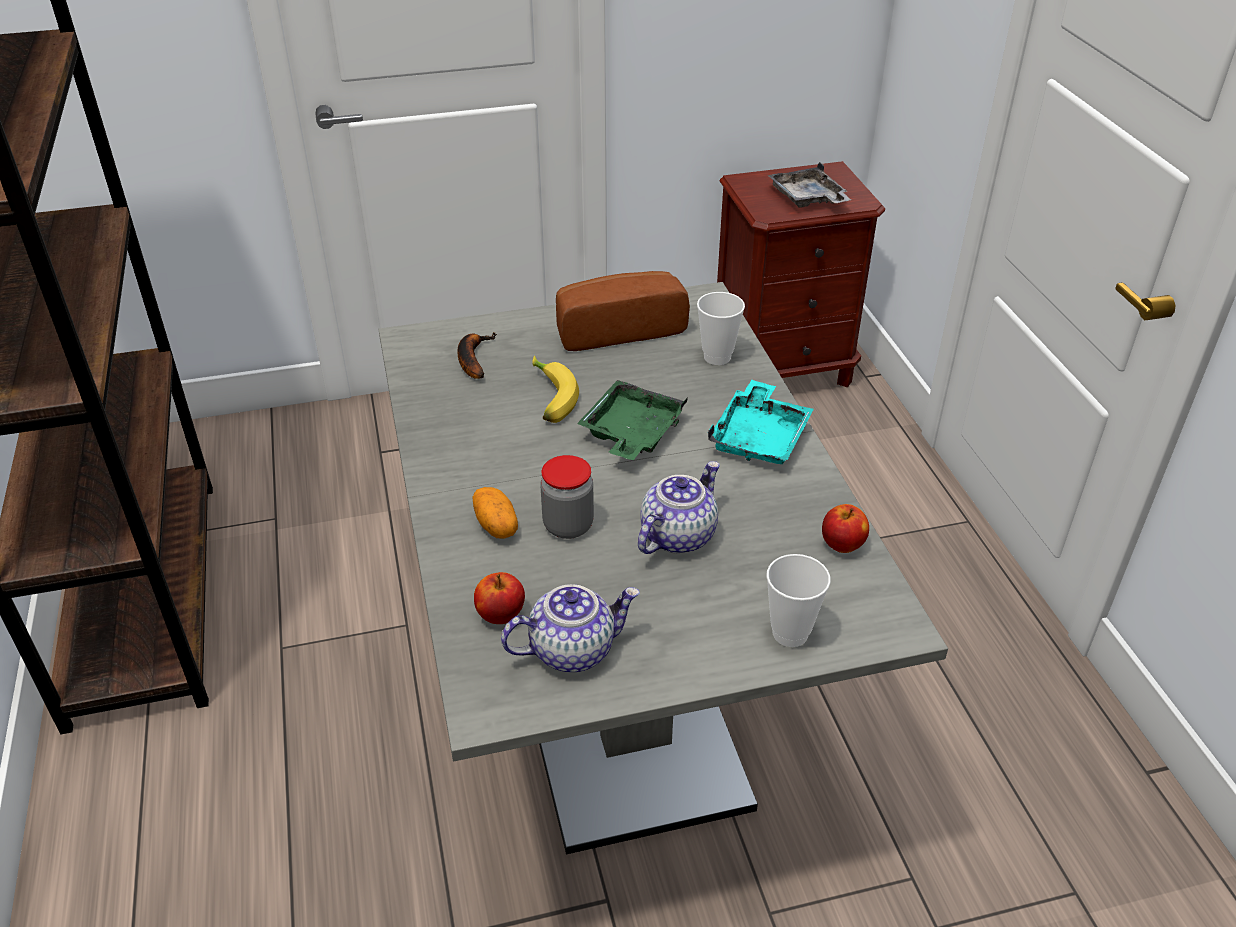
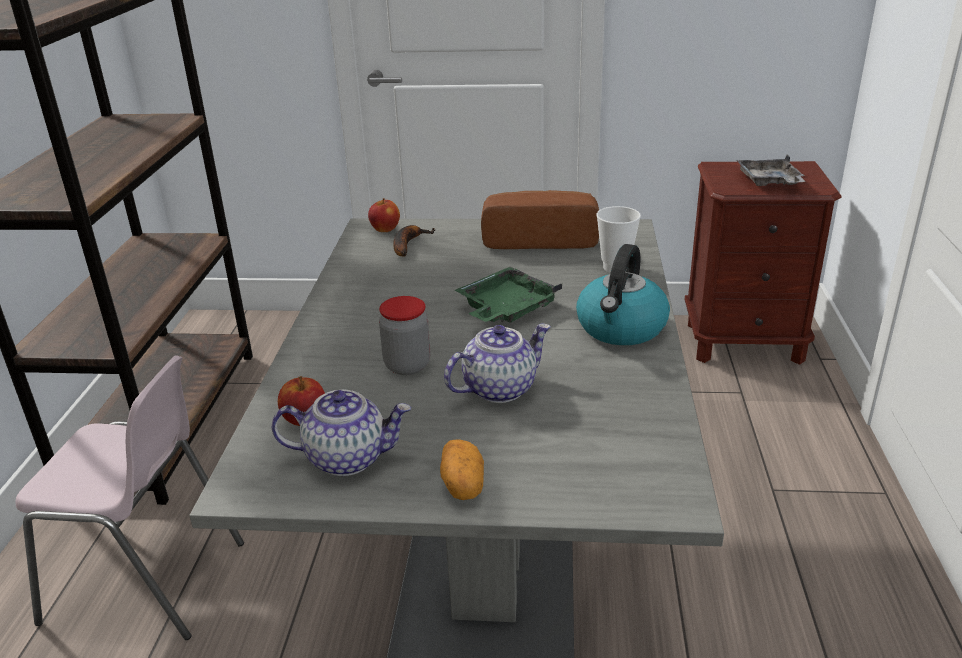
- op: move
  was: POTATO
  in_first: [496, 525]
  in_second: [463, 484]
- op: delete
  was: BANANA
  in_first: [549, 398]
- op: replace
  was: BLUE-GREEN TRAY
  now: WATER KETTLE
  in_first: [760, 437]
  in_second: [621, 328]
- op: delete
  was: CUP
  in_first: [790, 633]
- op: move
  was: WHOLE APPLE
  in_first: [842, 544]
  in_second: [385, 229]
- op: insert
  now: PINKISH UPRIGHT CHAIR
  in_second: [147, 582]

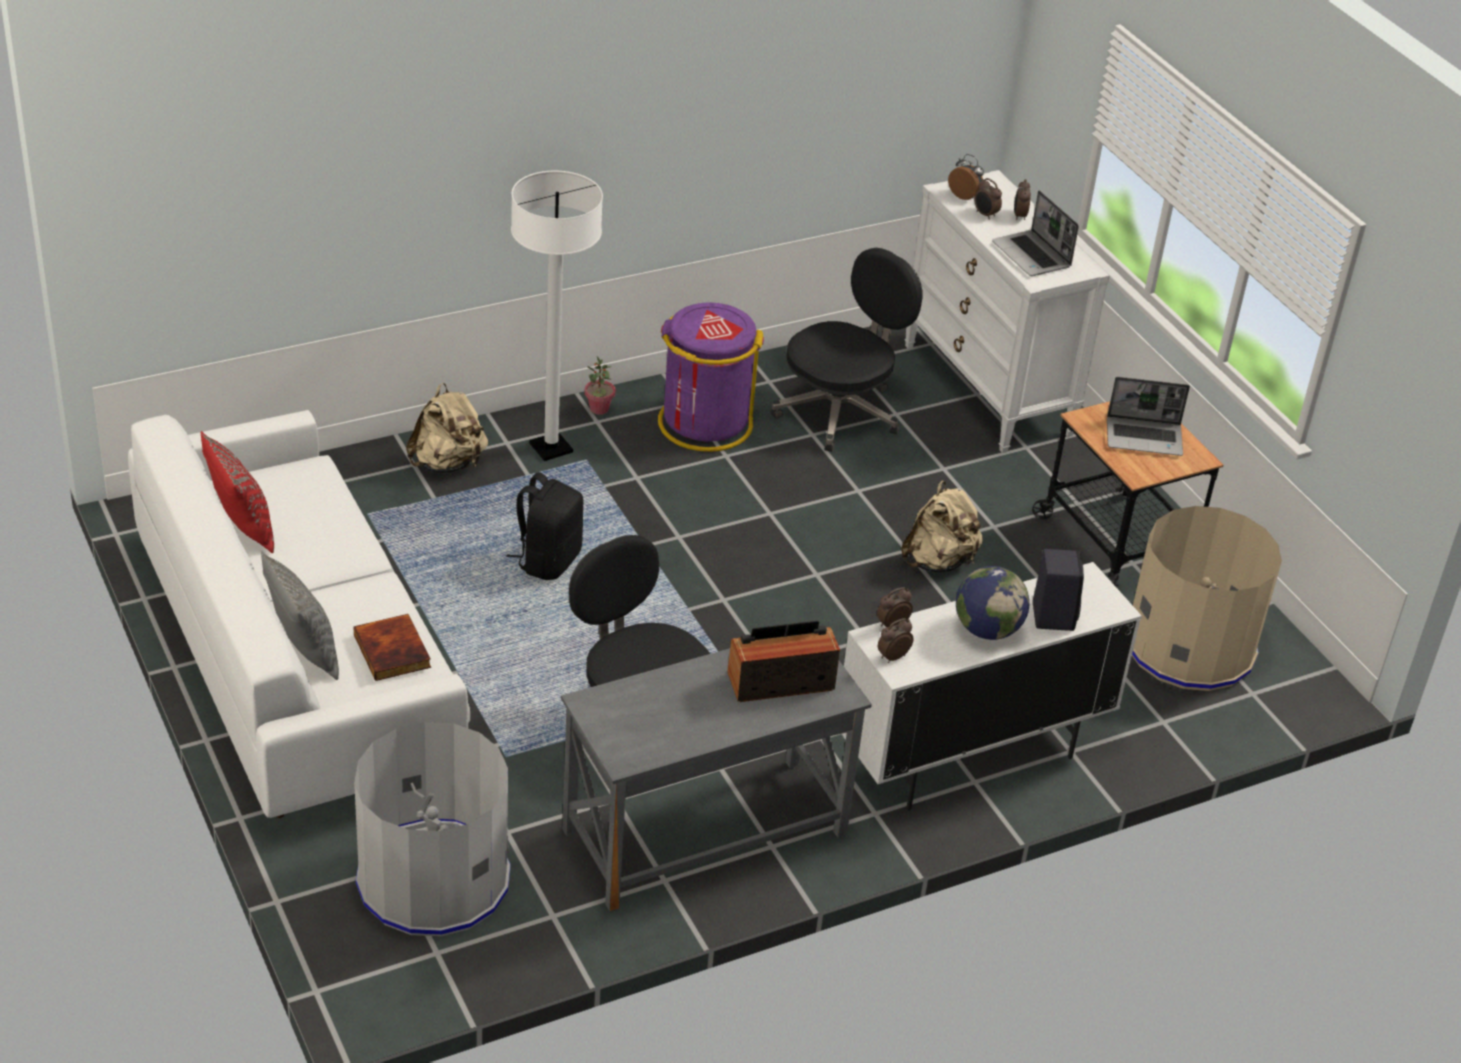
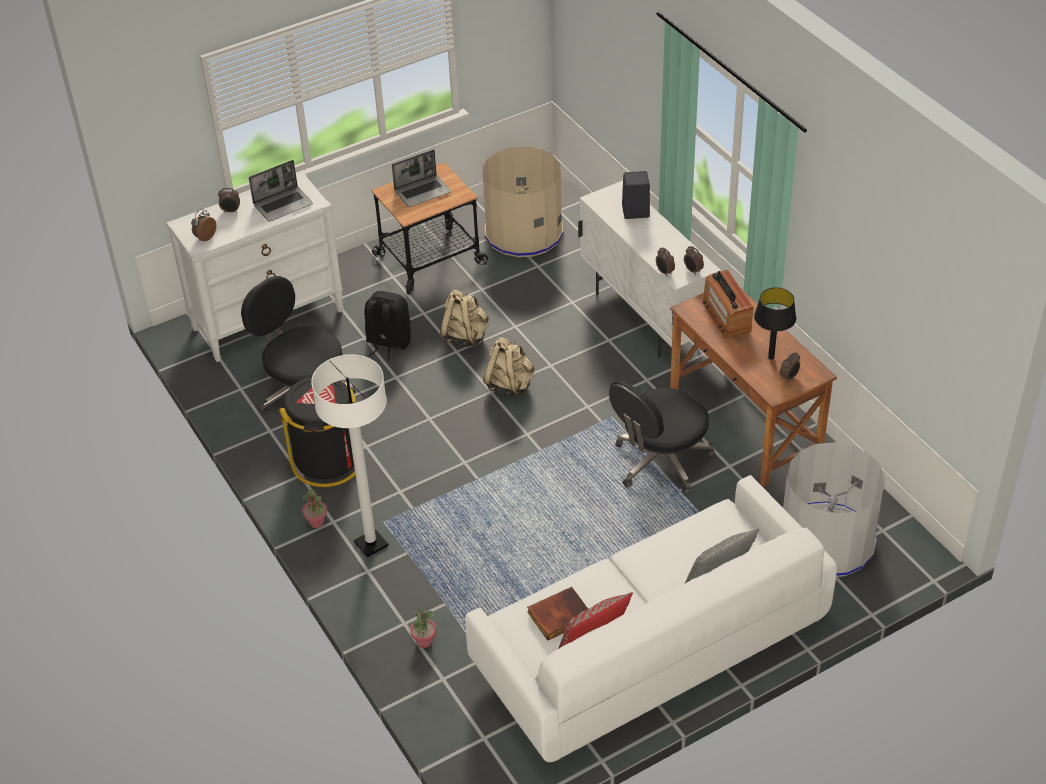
- op: move
  was: BOUND BOOK
  in_first: [394, 651]
  in_second: [559, 615]
- op: move
  was: SAND-COLOURED BACKPACK
  in_first: [448, 463]
  in_second: [510, 385]
- op: move
  was: BLACK-COLOURED BACKPACK
  in_first: [548, 560]
  in_second: [388, 343]
- op: recolor
  was: GRAY DESK UNIT
  now: BROWN-COLOURED DESK UNIT
  in_first: [705, 833]
  in_second: [745, 423]
- op: recolor
  was: PURPLE-COLOURED RUBBISH BIN
  now: BLACK-COLOURED RUBBISH BIN
  in_first: [704, 424]
  in_second: [328, 461]
- op: delete
  was: WORLD GLOBE
  in_first: [987, 630]
- op: move
  was: BEDSIDE CLOCK
  in_first: [985, 215]
  in_second: [789, 377]
- op: rotate
  was: LAPTOP
  in_first: [1145, 437]
  in_second: [423, 191]
  clockwise: 60
- op: insert
  now: PLANT IN A POT
  in_second: [424, 641]
- op: insert
  now: BLACK-COLOURED TABLE LAMP
  in_second: [771, 357]

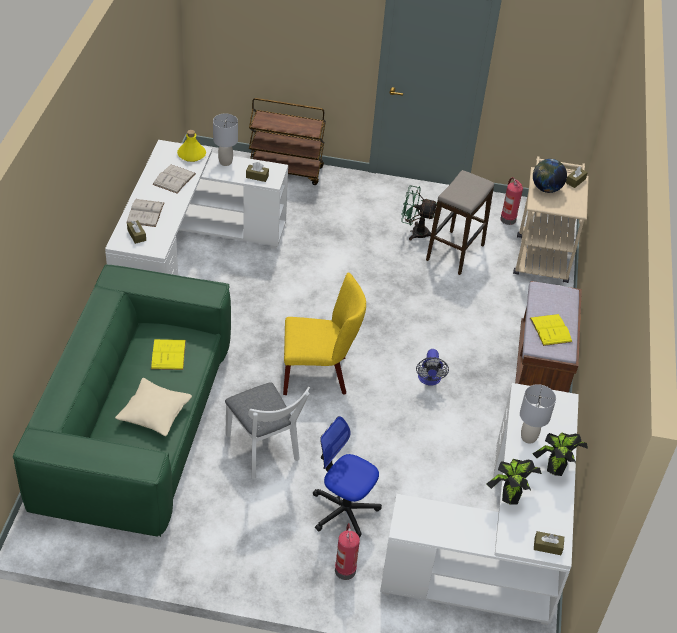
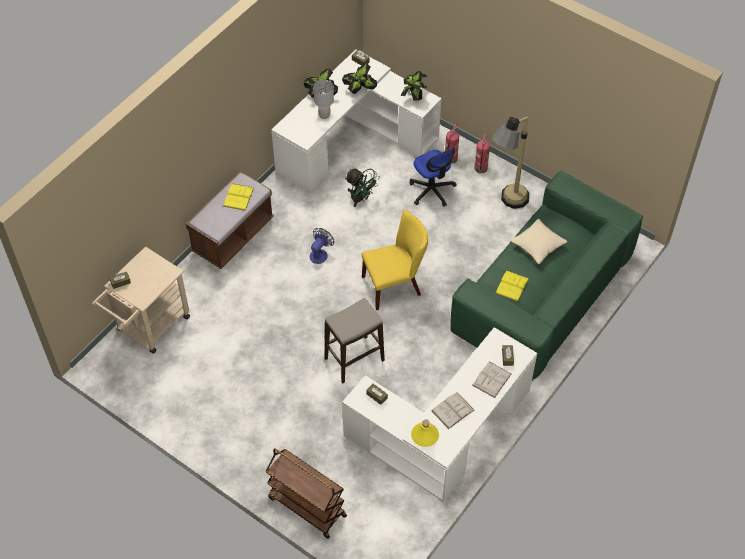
- op: delete
  was: GRAY TABLE LAMP
  in_first: [225, 162]
- op: delete
  was: WHITE UPRIGHT CHAIR
  in_first: [264, 451]
- op: rotate
  was: YELLOW UPRIGHT CHAIR
  in_first: [319, 374]
  in_second: [395, 285]
  clockwise: 135
- op: move
  was: GREEN-COLOURED FAN
  in_first: [415, 232]
  in_second: [360, 199]
- op: move
  was: STOOL
  in_first: [455, 253]
  in_second: [354, 359]
- op: move
  was: FIRE-FIGHTING CYLINDER
  in_first: [507, 219]
  in_second: [481, 168]
- op: delete
  was: WORLD GLOBE
  in_first: [546, 189]
- op: insert
  now: PLANT IN A POT
  in_second: [413, 96]
- op: insert
  now: STANDARD LAMP
  in_second: [506, 205]

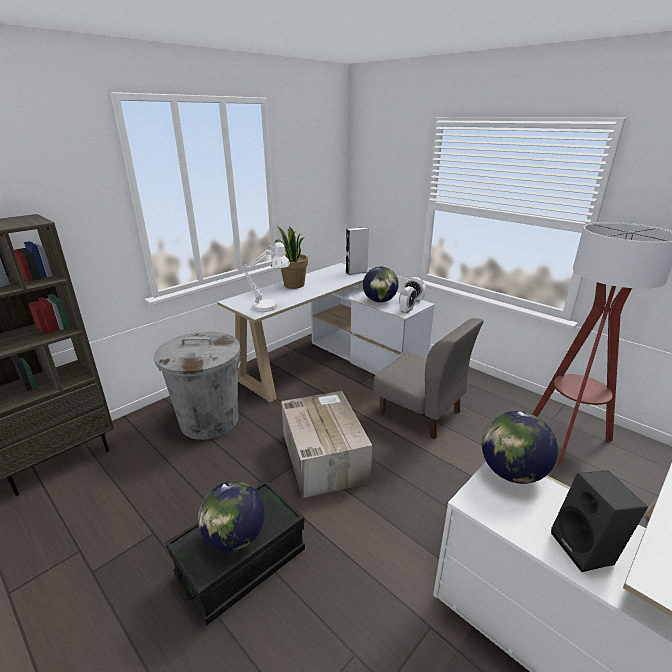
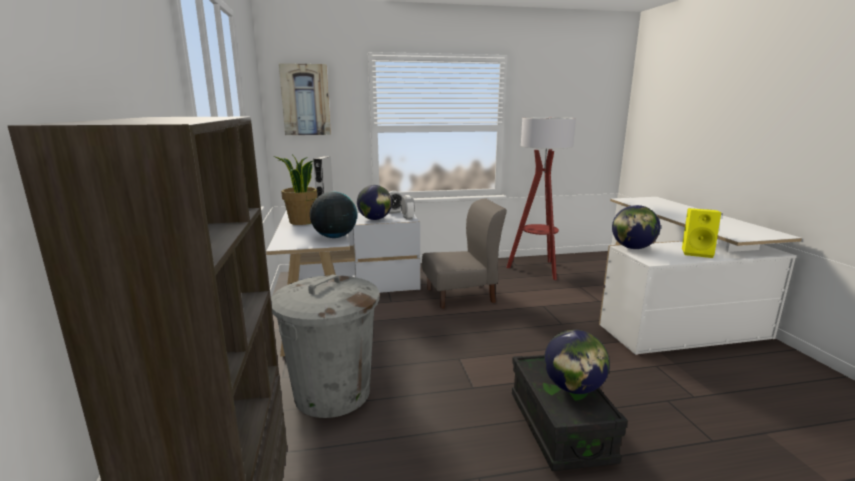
- op: replace
  was: WHITE TABLE LAMP
  now: WORLD GLOBE
  in_first: [270, 307]
  in_second: [334, 237]
- op: delete
  was: CARTON
  in_first: [323, 456]
- op: recolor
  was: BLACK-COLOURED AUDIO SPEAKER
  now: YELLOW AUDIO SPEAKER
  in_first: [587, 549]
  in_second: [697, 253]
- op: insert
  now: WALL PICTURE
  in_second: [305, 100]

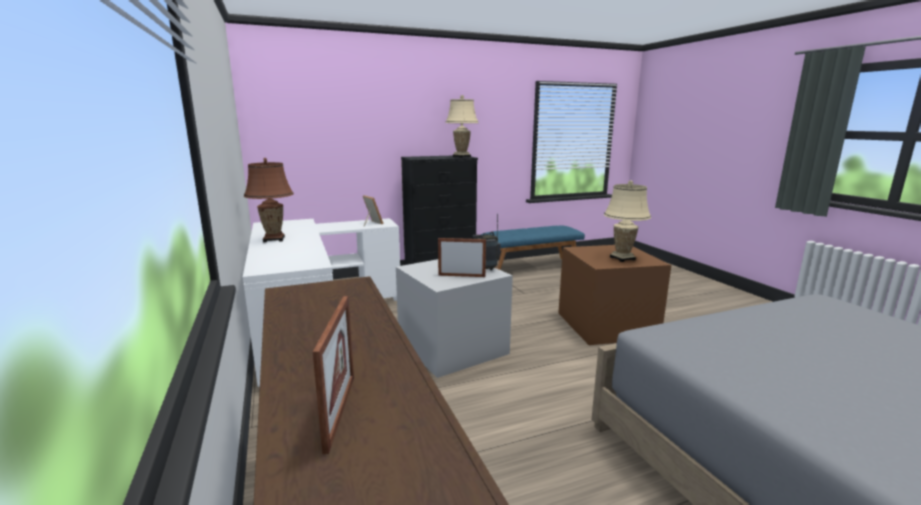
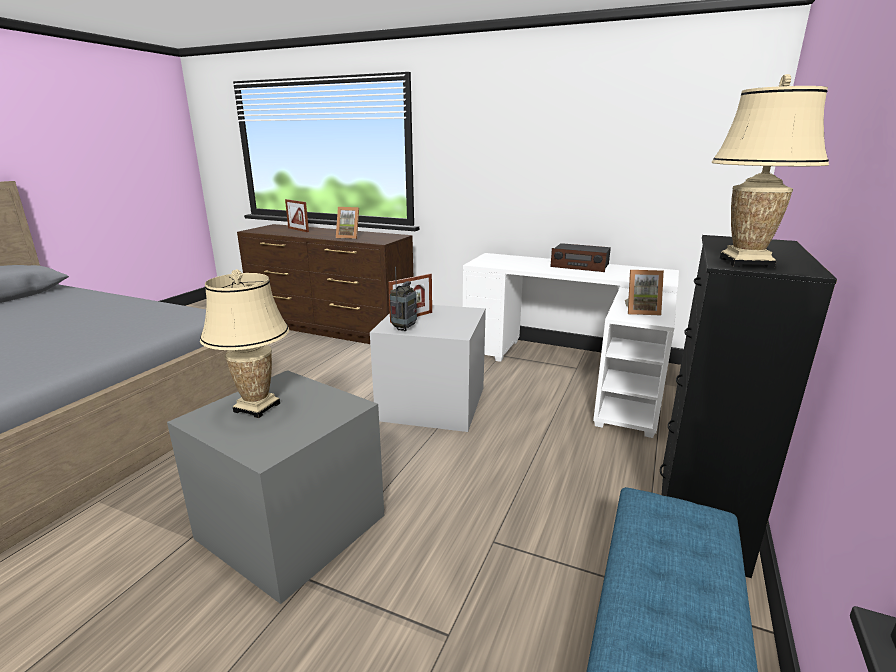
- op: replace
  was: BROWN-COLOURED TABLE LAMP
  now: RADIO SET
  in_first: [274, 239]
  in_second: [580, 266]
- op: recolor
  was: BROWN-COLOURED STORAGE CONTAINER
  now: GRAY STORAGE CONTAINER
  in_first: [607, 324]
  in_second: [291, 529]
- op: insert
  now: PICTURE FRAME
  in_second: [349, 237]

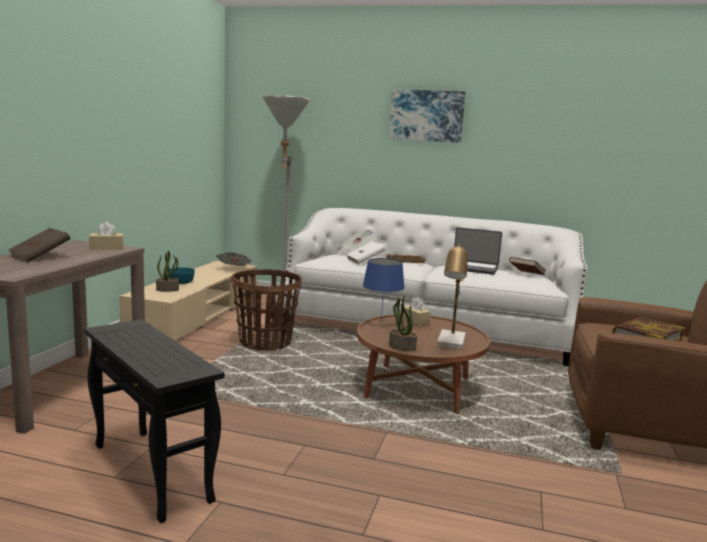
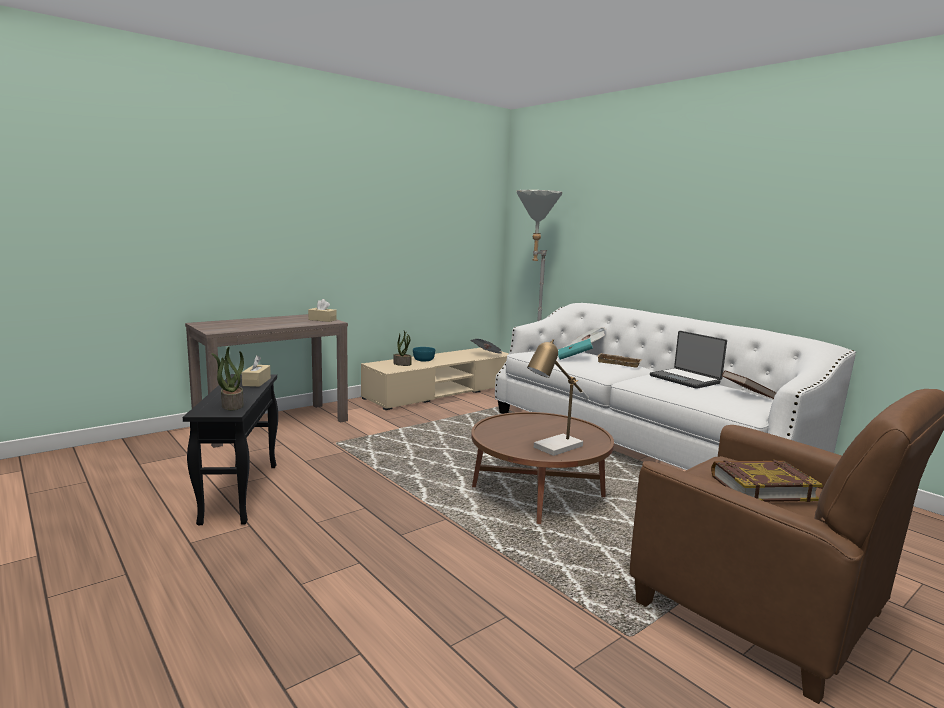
- op: delete
  was: BROWN-COLOURED BOUND BOOK
  in_first: [40, 257]
- op: delete
  was: BASKET
  in_first: [265, 342]
- op: recolor
  was: WHITE BOUND BOOK
  now: BLUE-GREEN BOUND BOOK
  in_first: [365, 261]
  in_second: [574, 358]
- op: delete
  was: BLUISH TABLE LAMP
  in_first: [380, 323]
- op: delete
  was: WALL PICTURE
  in_first: [426, 115]
- op: move
  was: PLANT IN A POT
  in_first: [401, 347]
  in_second: [232, 405]
- op: move
  was: SAND-COLOURED TISSUE BOX
  in_first: [415, 320]
  in_second: [256, 382]

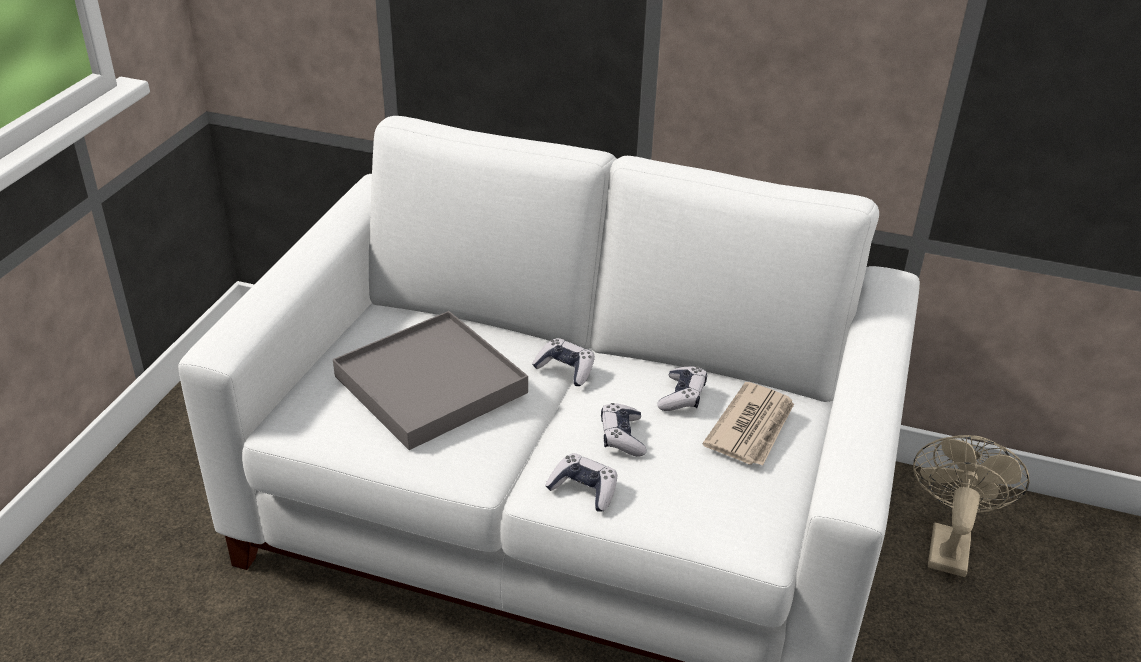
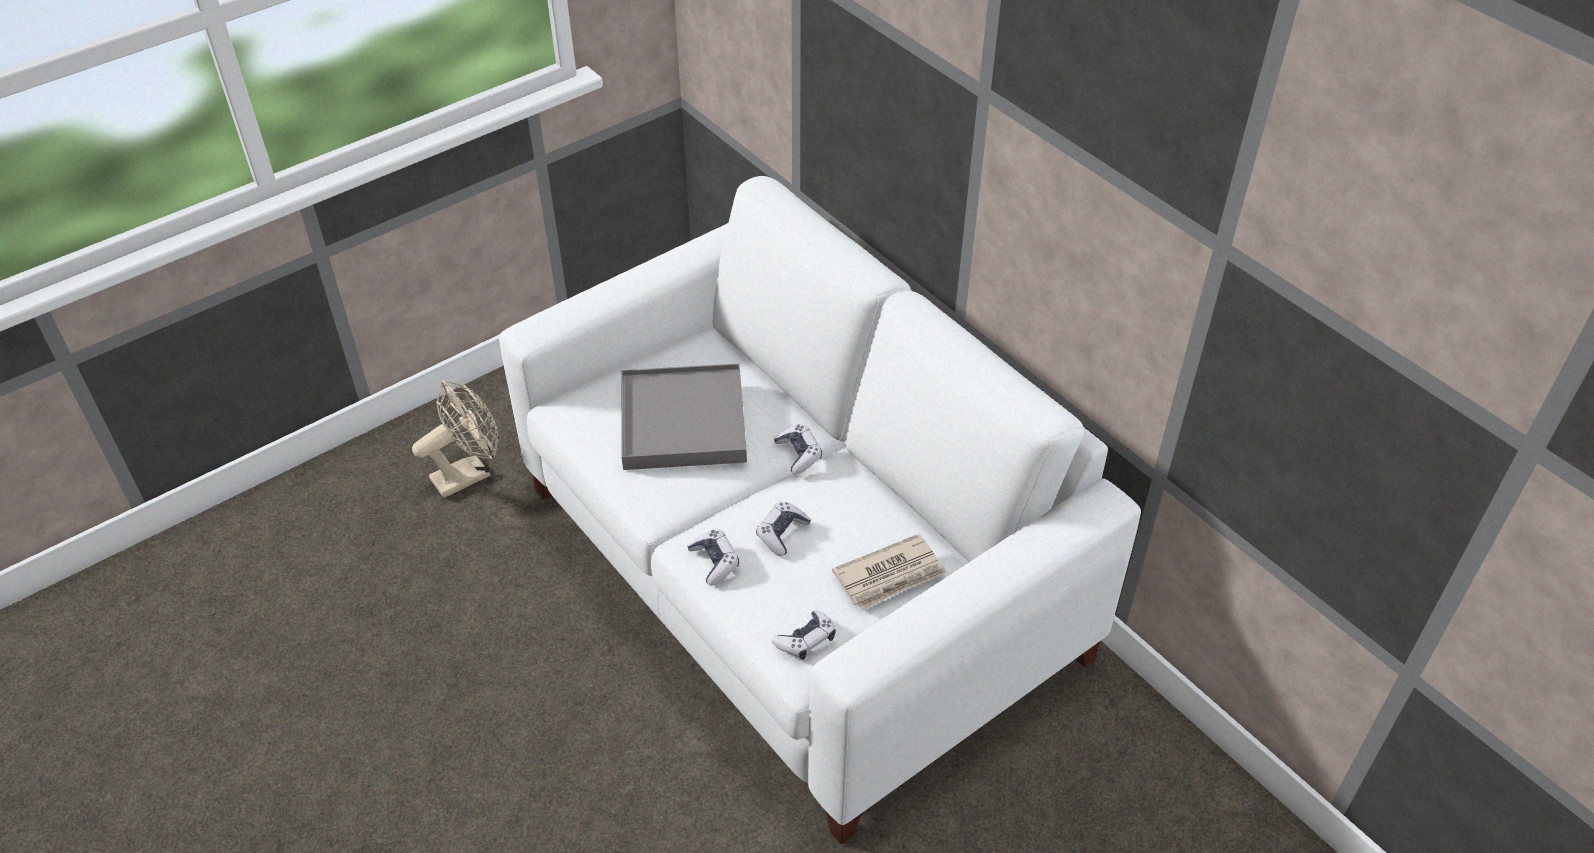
- op: move
  was: GAMEPAD
  in_first: [682, 396]
  in_second: [806, 640]
- op: move
  was: SAND-COLOURED FAN
  in_first: [948, 543]
  in_second: [469, 473]

